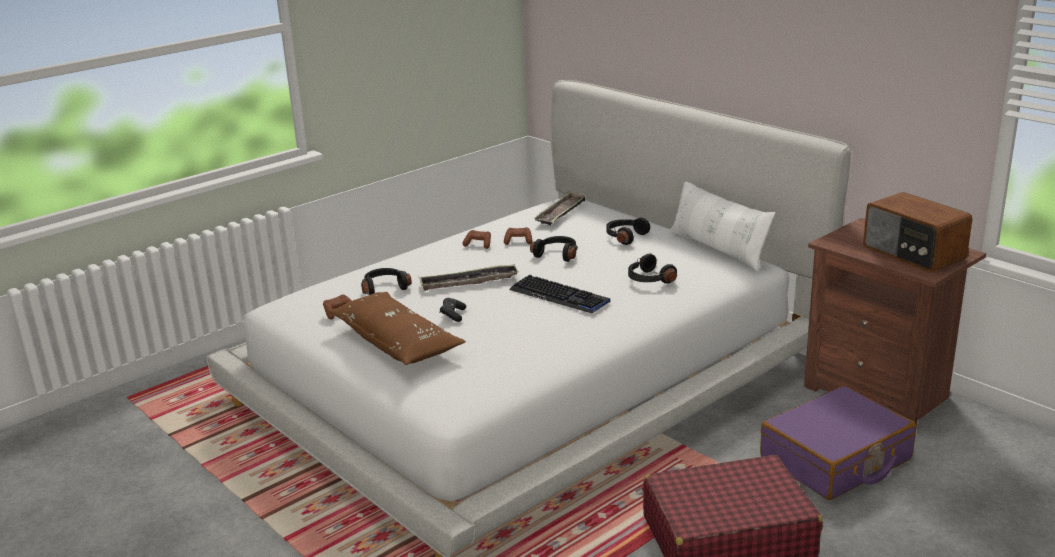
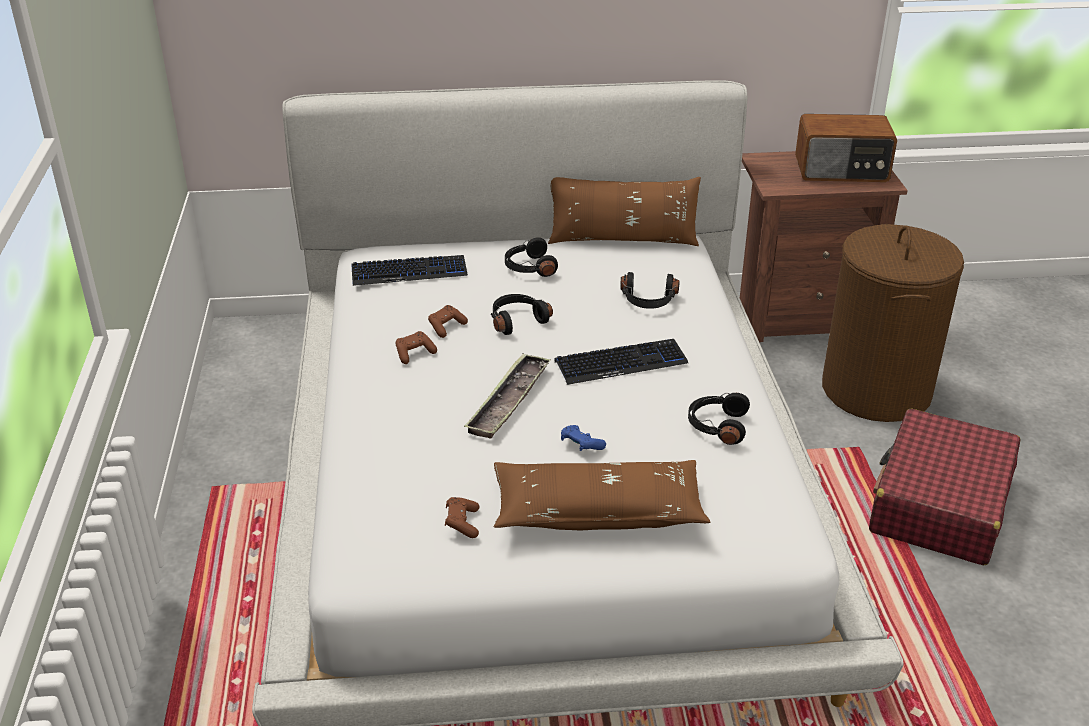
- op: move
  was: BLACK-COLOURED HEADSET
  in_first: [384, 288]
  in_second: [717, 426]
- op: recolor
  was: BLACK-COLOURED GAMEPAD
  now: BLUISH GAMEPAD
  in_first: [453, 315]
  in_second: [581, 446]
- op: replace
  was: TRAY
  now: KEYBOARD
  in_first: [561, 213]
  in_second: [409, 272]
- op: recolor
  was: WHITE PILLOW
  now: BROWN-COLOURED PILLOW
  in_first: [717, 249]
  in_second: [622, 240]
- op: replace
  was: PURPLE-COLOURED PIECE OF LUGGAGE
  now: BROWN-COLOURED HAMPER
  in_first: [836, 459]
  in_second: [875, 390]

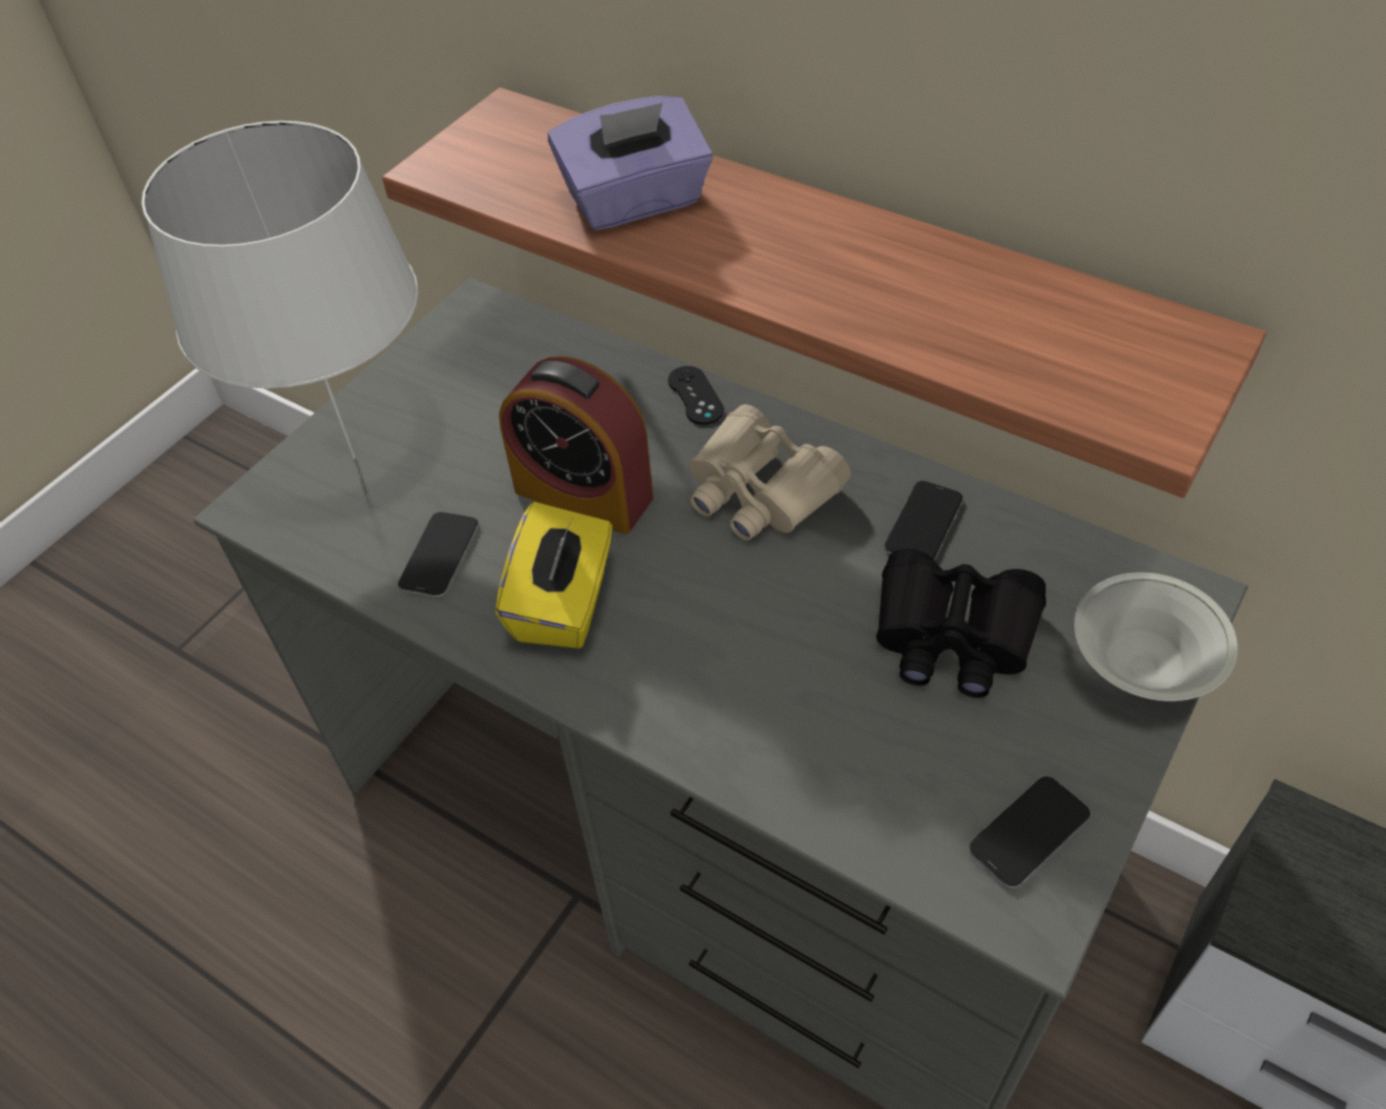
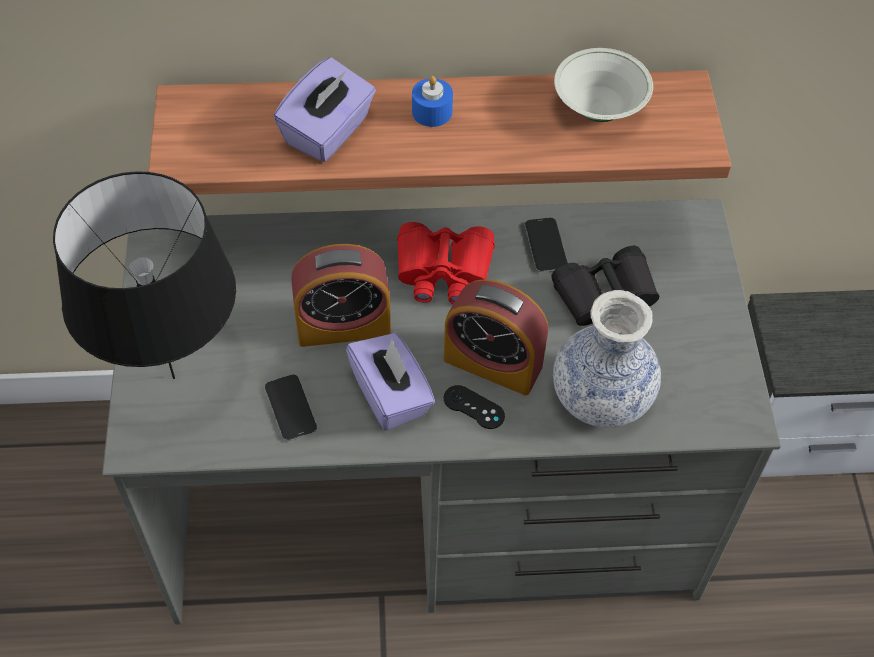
- op: recolor
  was: WHITE TABLE LAMP
  now: BLACK-COLOURED TABLE LAMP
  in_first: [354, 456]
  in_second: [174, 377]
- op: recolor
  was: YELLOW TISSUE BOX
  now: PURPLE-COLOURED TISSUE BOX
  in_first: [564, 603]
  in_second: [391, 395]
- op: move
  was: BLACK-COLOURED GAMEPAD
  in_first: [695, 395]
  in_second: [474, 407]
- op: recolor
  was: SAND-COLOURED BINOCULARS
  now: RED-COLOURED BINOCULARS
  in_first: [760, 490]
  in_second: [443, 271]
- op: delete
  was: PHONE
  in_first: [1029, 832]
- op: move
  was: WHITE BOWL
  in_first: [1141, 668]
  in_second: [599, 109]
- op: insert
  now: BLUISH CANDLE
  in_second: [432, 112]
- op: insert
  now: BEDSIDE CLOCK
  in_second: [492, 363]
- op: insert
  now: DECORATIVE VASE
  in_second: [601, 396]

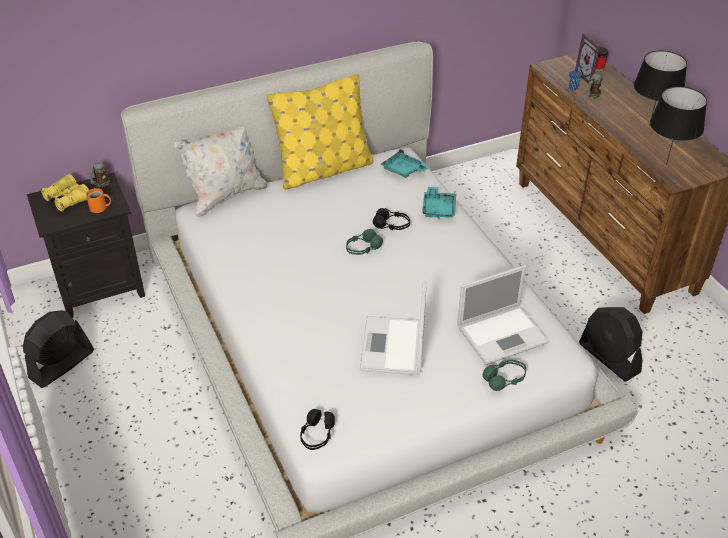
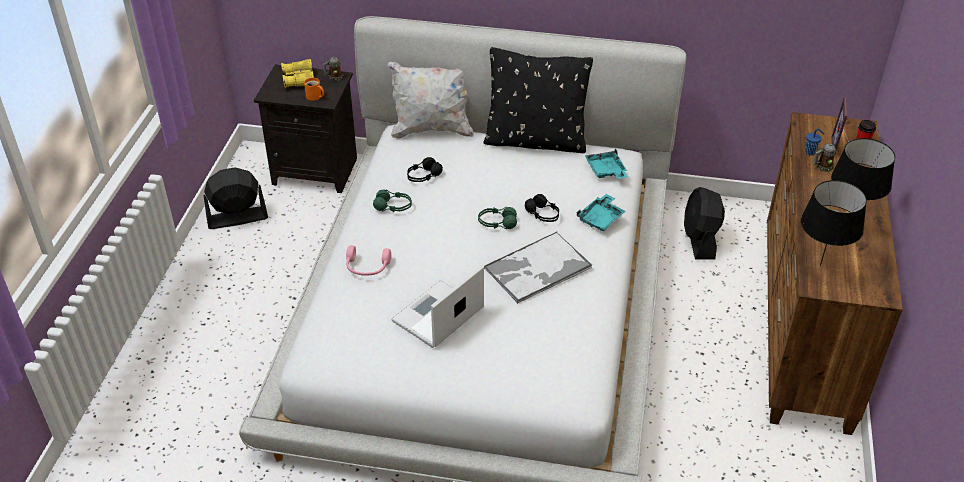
- op: recolor
  was: YELLOW PILLOW
  now: BLACK-COLOURED PILLOW
  in_first: [323, 170]
  in_second: [535, 141]
- op: move
  was: BLACK-COLOURED HEADSET
  in_first: [317, 435]
  in_second: [423, 176]
- op: delete
  was: LAPTOP
  in_first: [503, 334]
- op: move
  was: GREEN-COLOURED HEADSET
  in_first: [505, 379]
  in_second: [393, 207]
- op: move
  was: BLACK-COLOURED FAN
  in_first: [609, 358]
  in_second: [700, 240]
- op: insert
  now: PINKISH HEADSET
  in_second: [367, 267]
- op: insert
  now: TRAY
  in_second: [537, 269]

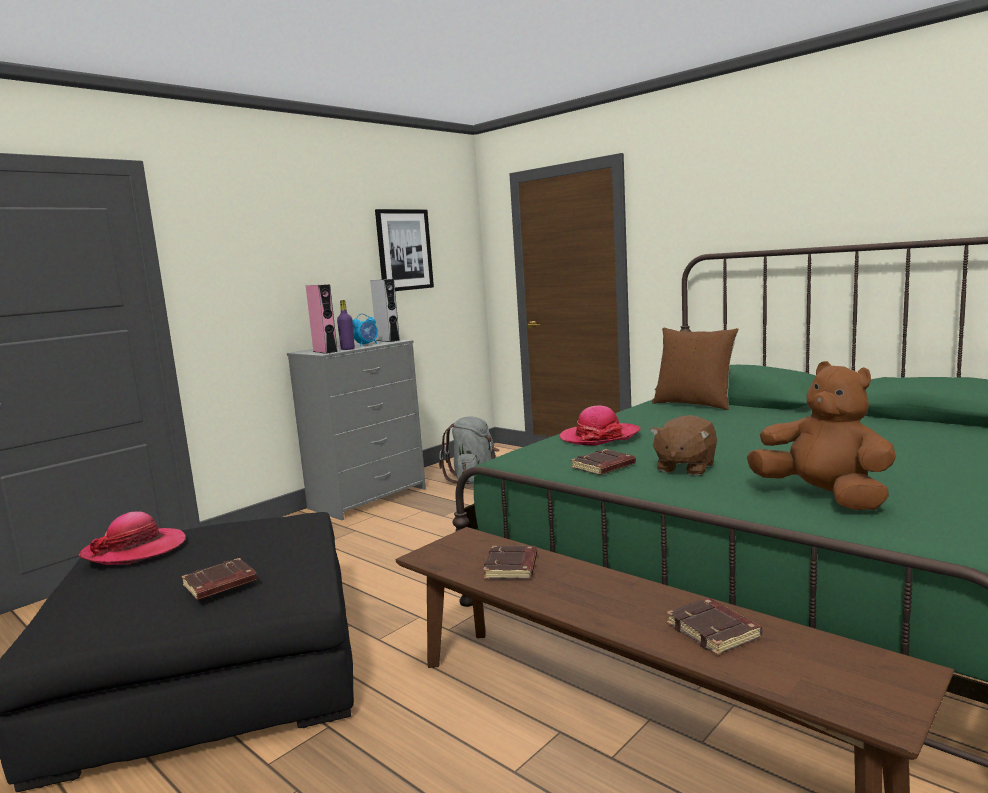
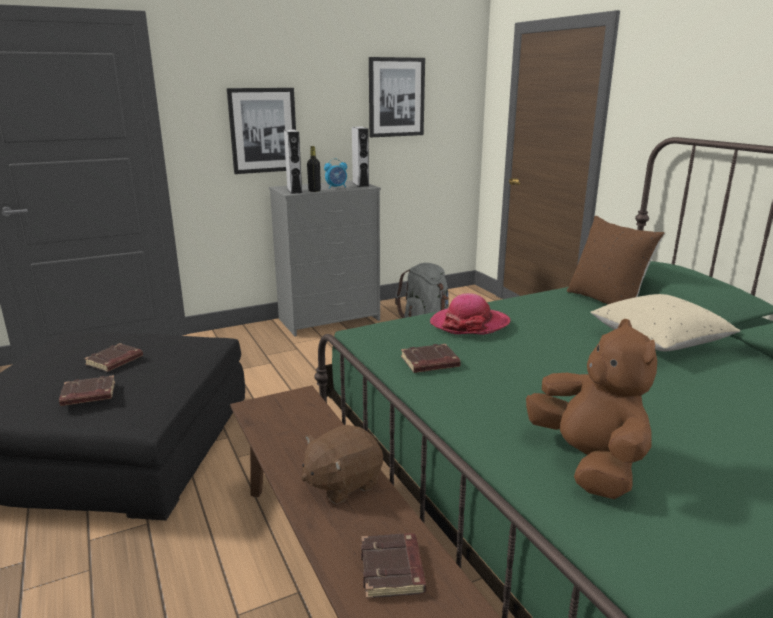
- op: delete
  was: HAT
  in_first: [135, 550]
- op: recolor
  was: PINKISH AUDIO SPEAKER
  now: GRAY AUDIO SPEAKER
  in_first: [325, 351]
  in_second: [294, 191]
- op: recolor
  was: PURPLE-COLOURED BOTTLE
  now: BLACK-COLOURED BOTTLE
  in_first: [347, 349]
  in_second: [314, 191]
- op: move
  was: BROWN-COLOURED BOUND BOOK
  in_first: [512, 568]
  in_second: [115, 361]
- op: move
  was: BROWN-COLOURED CUDDLY TOY
  in_first: [685, 467]
  in_second: [342, 483]
- op: insert
  now: WALL PICTURE
  in_second: [263, 130]
- op: insert
  now: SAND-COLOURED PILLOW
  in_second: [658, 341]

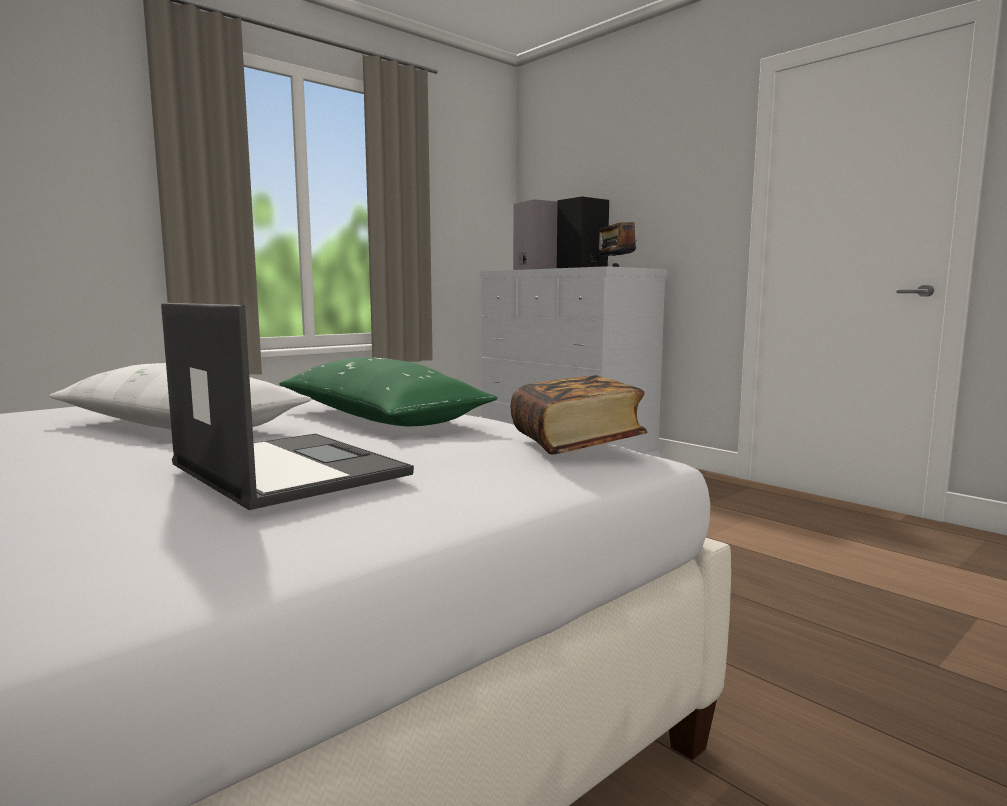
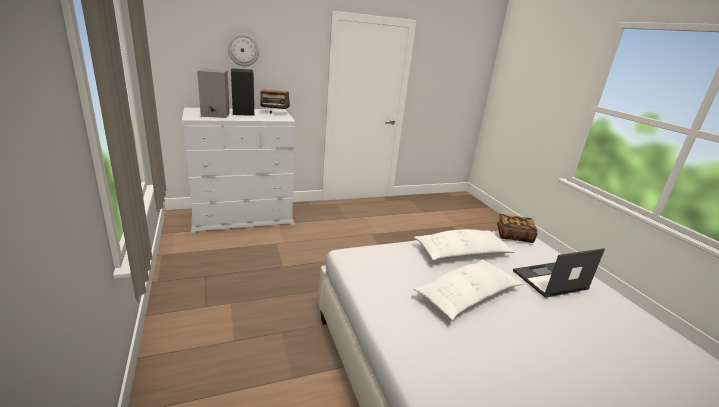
- op: recolor
  was: GREEN-COLOURED PILLOW
  now: WHITE PILLOW
  in_first: [379, 418]
  in_second: [461, 253]
- op: insert
  now: WALL CLOCK
  in_second: [243, 50]

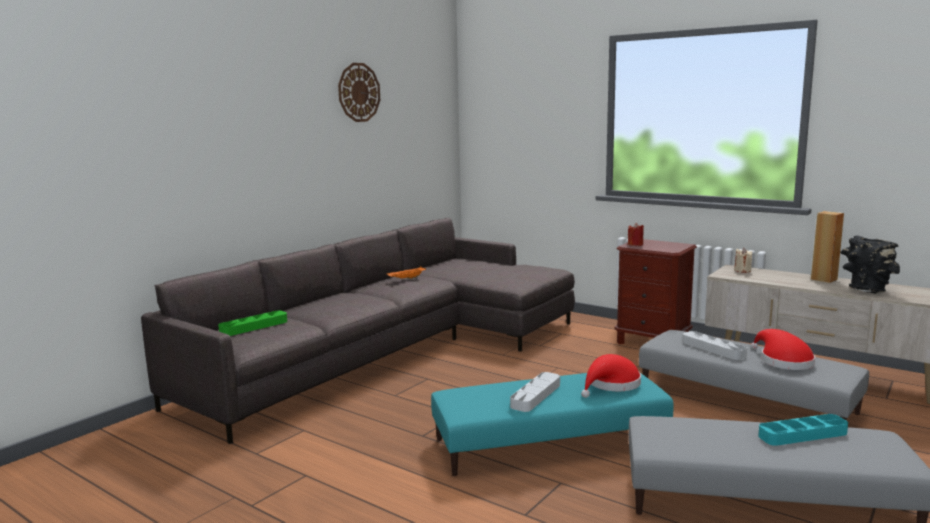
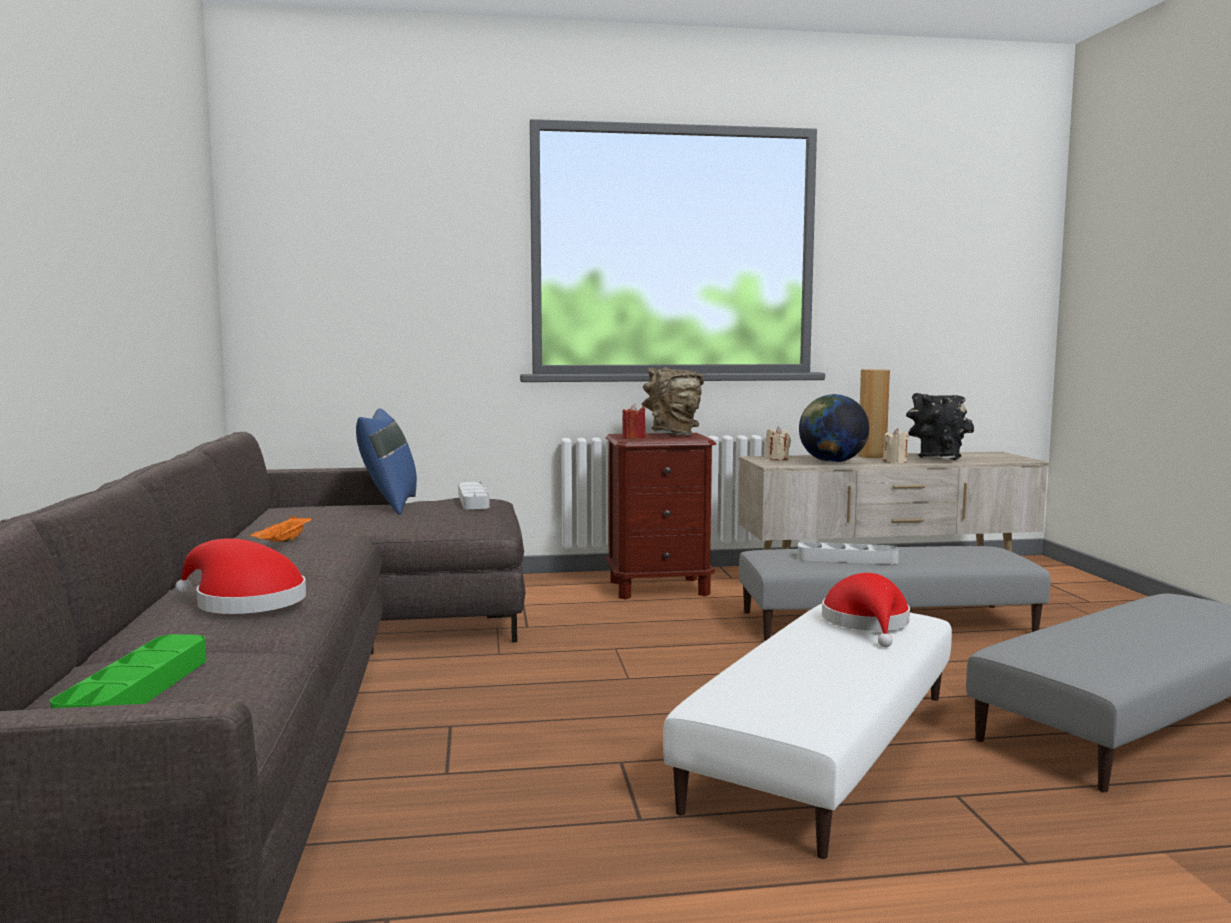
- op: delete
  was: WALL CLOCK
  in_first: [359, 92]
- op: recolor
  was: BLUE-GREEN FOOTREST
  now: WHITE FOOTREST
  in_first: [549, 442]
  in_second: [823, 748]
- op: move
  was: GRAY TRAY
  in_first: [536, 395]
  in_second: [473, 500]
- op: move
  was: RED-COLOURED HAT
  in_first: [783, 361]
  in_second: [244, 602]
- op: delete
  was: BLUE-GREEN TRAY
  in_first: [802, 434]
- op: insert
  now: BLUISH PILLOW
  in_second: [389, 505]
- op: insert
  now: BROWN-COLOURED DECORATIVE VASE
  in_second: [673, 434]
- op: insert
  now: WORLD GLOBE
  in_second: [832, 462]
- op: insert
  now: SAND-COLOURED CANDLE
  in_second: [895, 462]

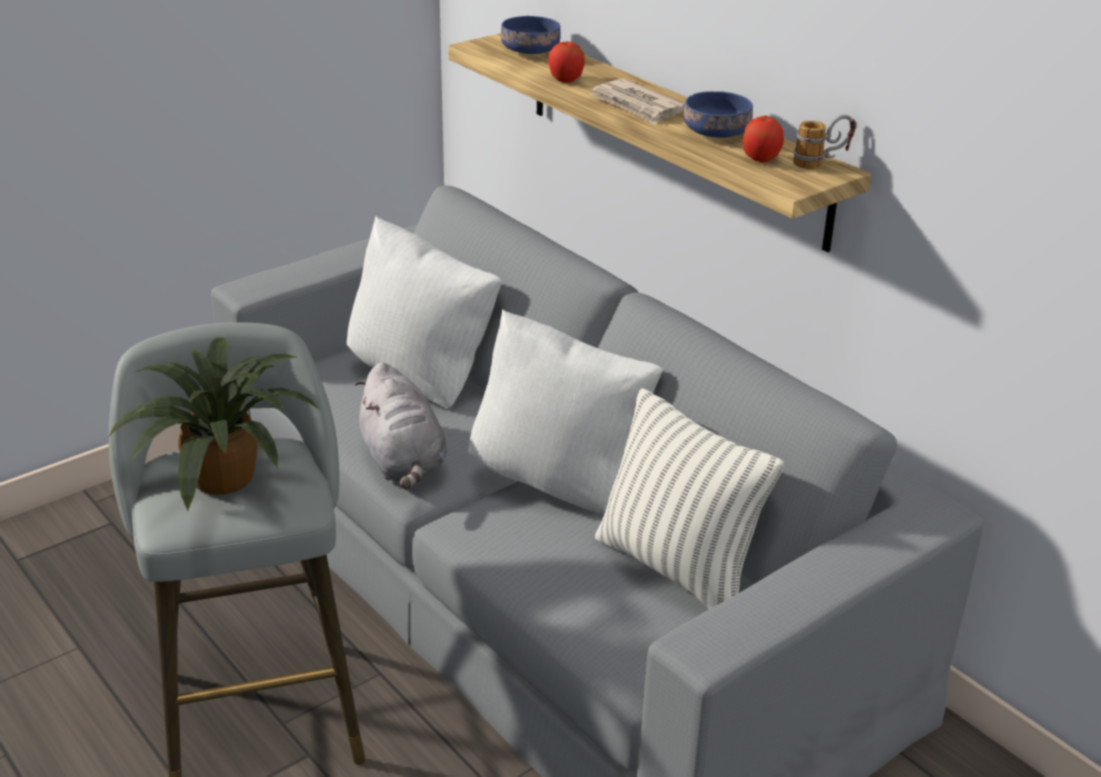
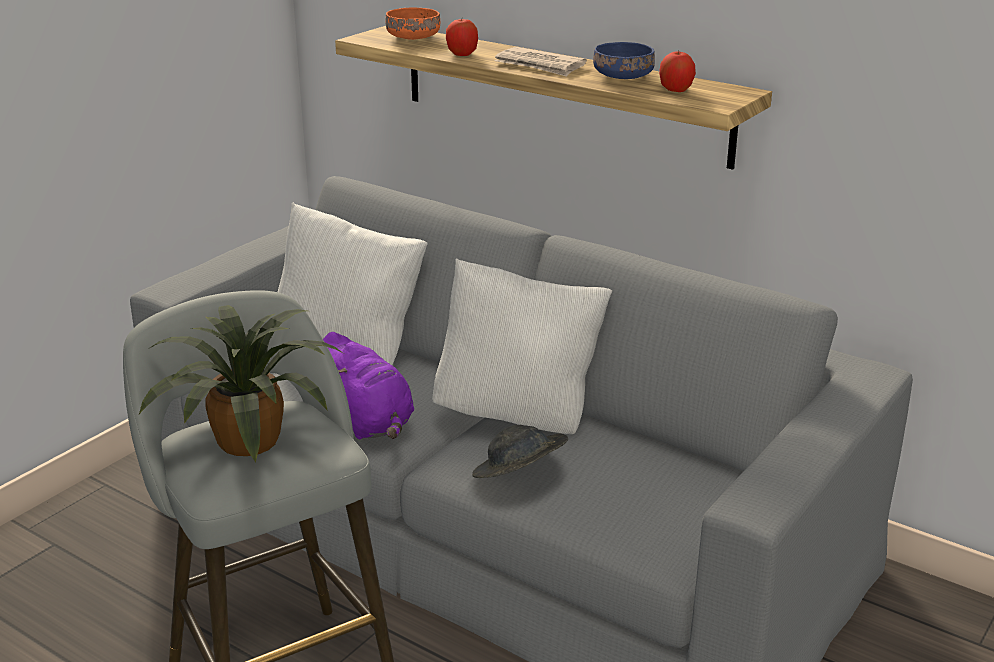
- op: recolor
  was: GRAY CUDDLY TOY
  now: PURPLE-COLOURED CUDDLY TOY
  in_first: [403, 462]
  in_second: [367, 422]
- op: recolor
  was: BLUISH BOWL
  now: ORANGE BOWL
  in_first: [531, 51]
  in_second: [414, 38]
- op: delete
  was: PILLOW
  in_first: [676, 568]
- op: delete
  was: COFFEE MUG
  in_first: [821, 163]
- op: insert
  now: GRAY HAT
  in_second: [519, 477]

